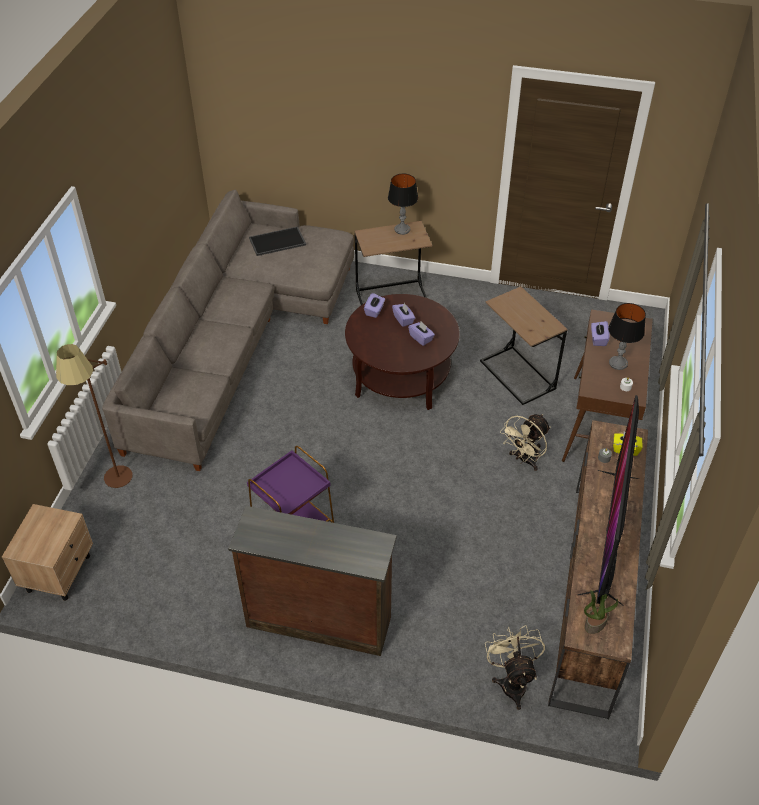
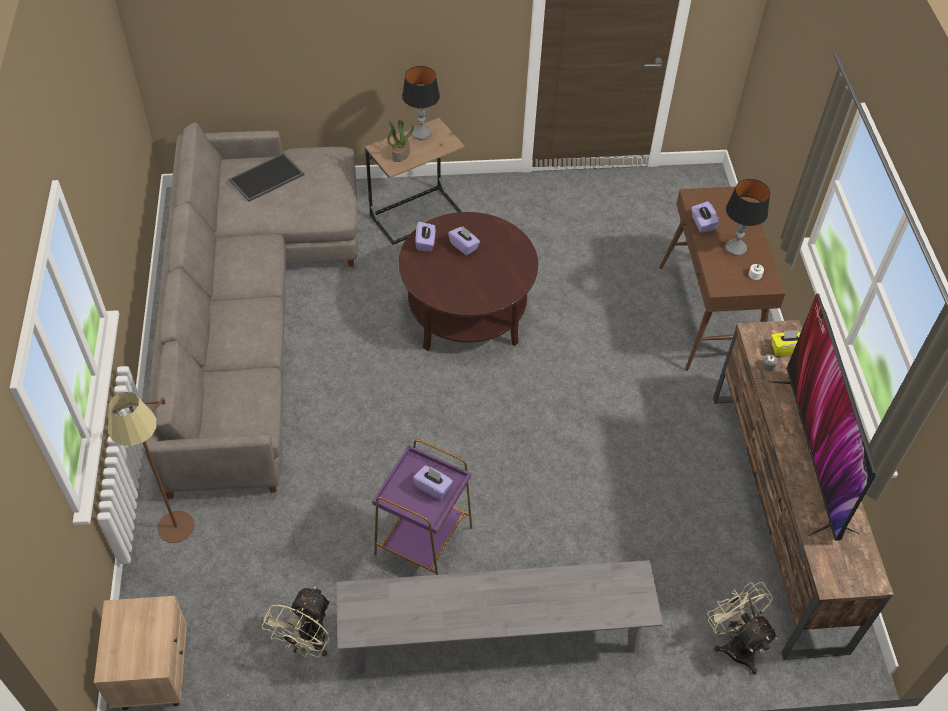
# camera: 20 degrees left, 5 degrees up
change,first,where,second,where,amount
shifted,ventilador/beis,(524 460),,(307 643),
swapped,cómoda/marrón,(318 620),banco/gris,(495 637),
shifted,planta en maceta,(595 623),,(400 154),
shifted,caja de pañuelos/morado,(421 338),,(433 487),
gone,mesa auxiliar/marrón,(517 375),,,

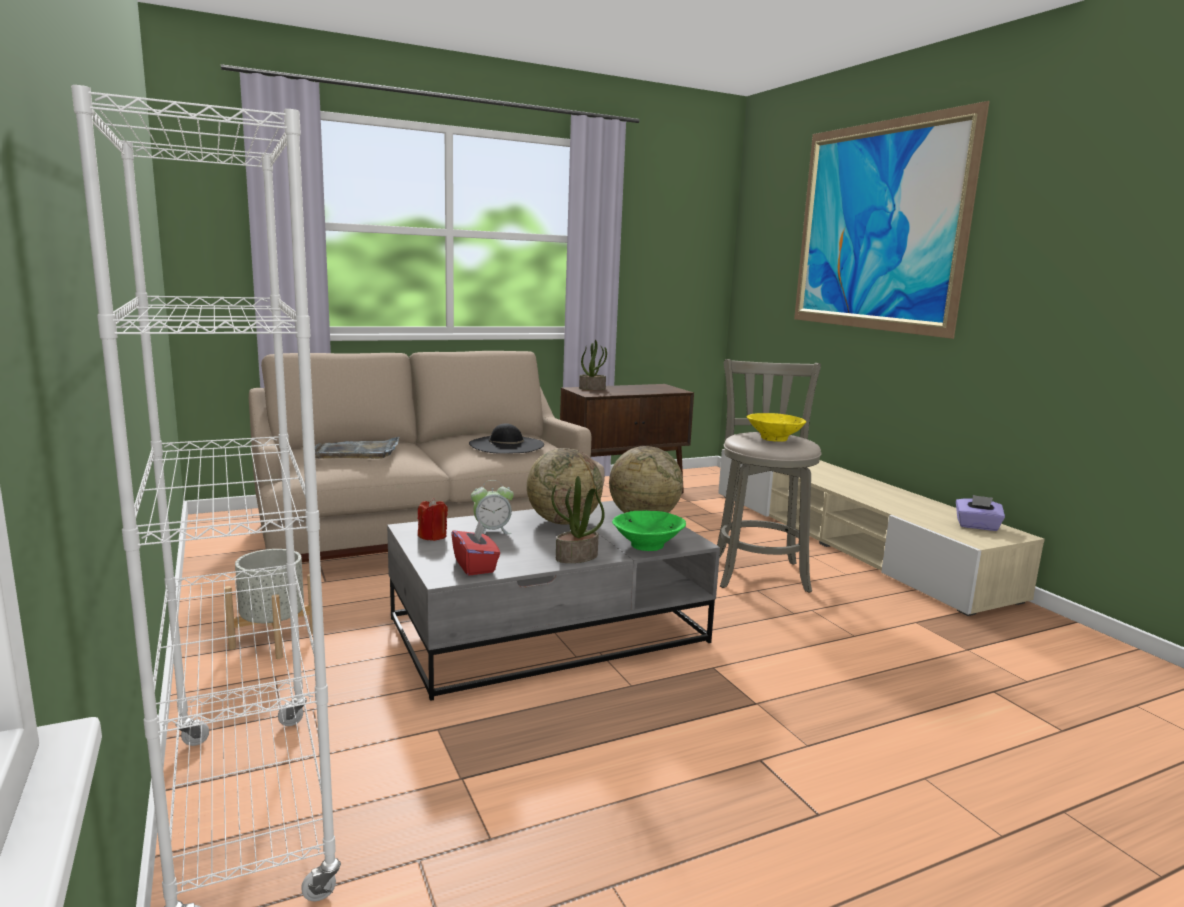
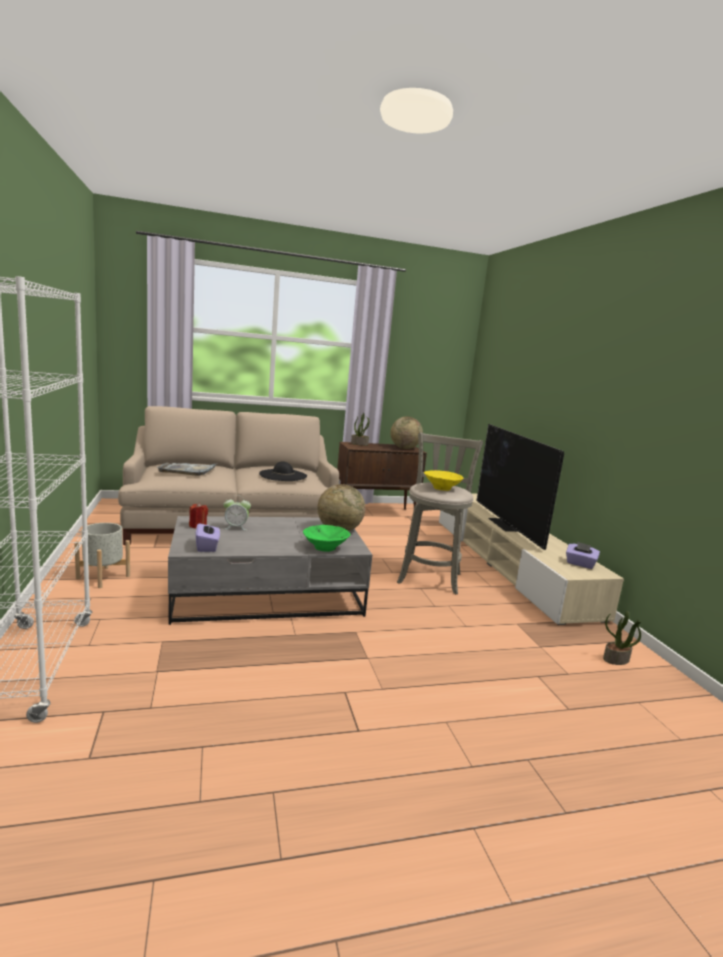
# camera: 10 degrees right, 0 degrees up
change,first,where,second,where,amount
repainted,caja de pañuelos/rojo,(475 566),caja de pañuelos/morado,(207 546),
shifted,globo terráqueo,(563 521),,(404 448),
new,,,televisor,(506 524),
shifted,planta en maceta,(576 557),,(616 659),
gone,cuadro,(877 227),,,

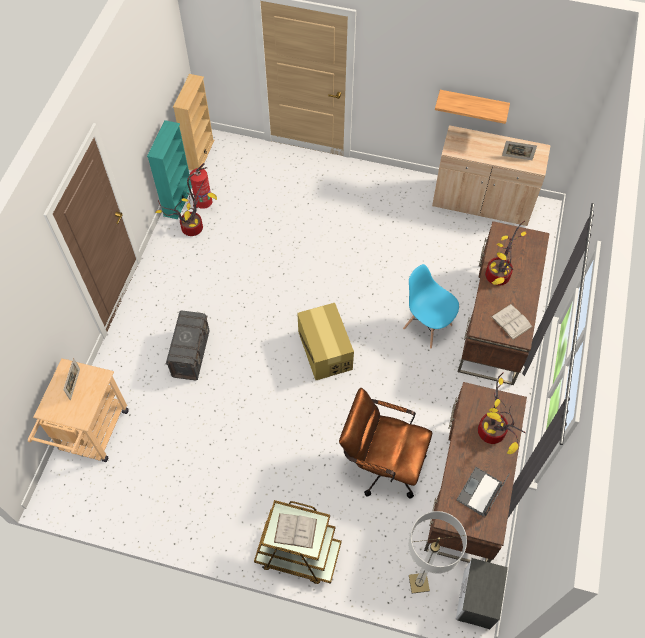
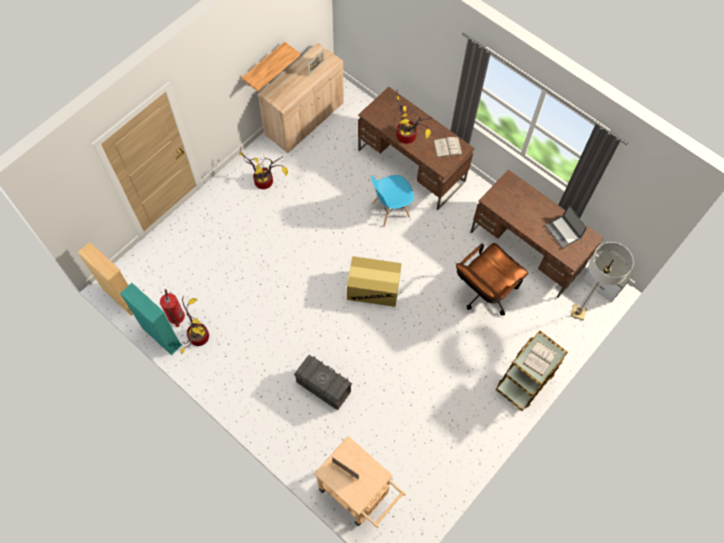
# camera: 65 degrees left, 5 degrees up
change,first,where,second,where,amount
shifted,planta en maceta,(493 433),,(265 181),

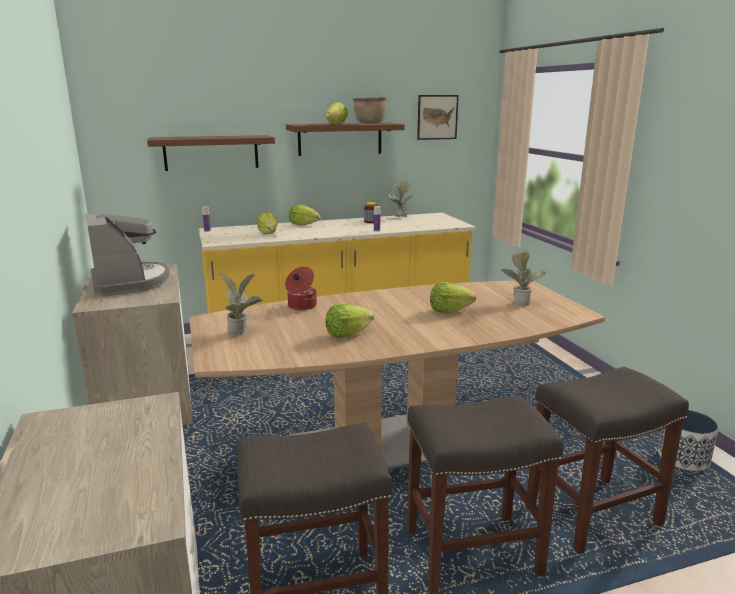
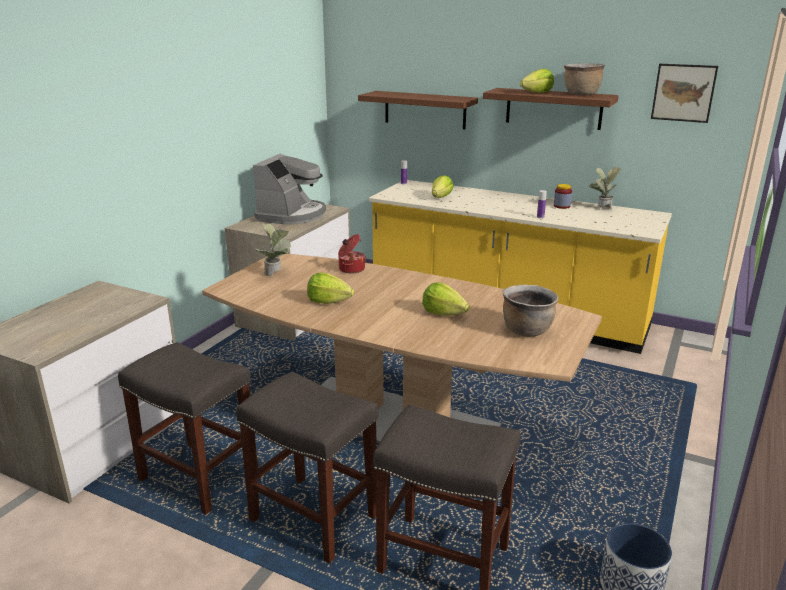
# camera: 45 degrees right, 5 degrees up
change,first,where,second,where,amount
swapped,planta en maceta,(520 302),olla/marrón,(526 330),
gone,lechuga,(303 224),,,

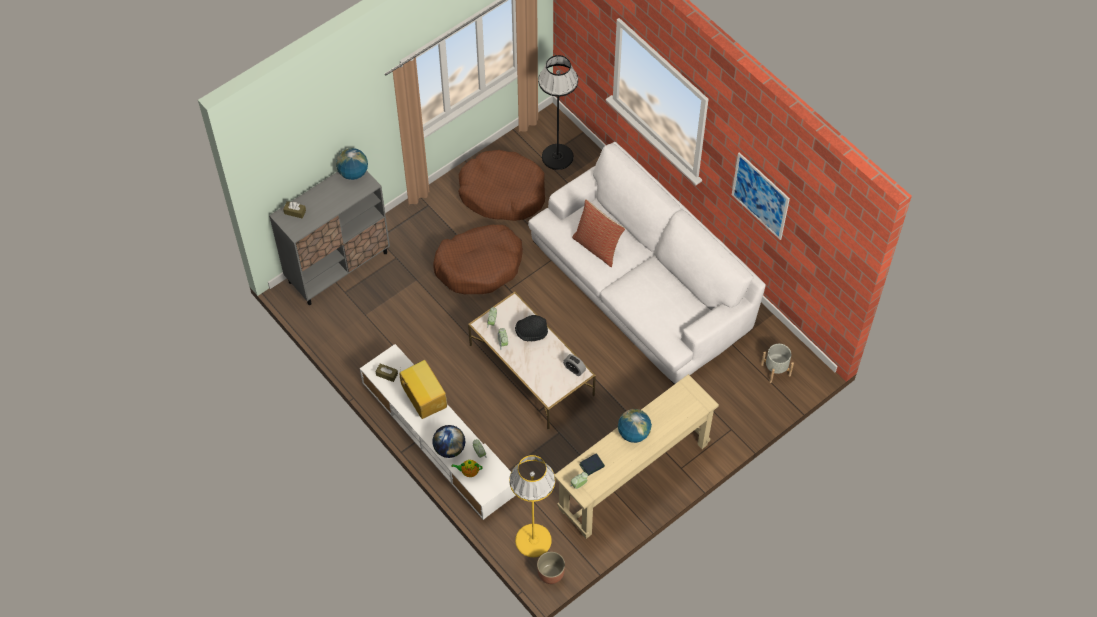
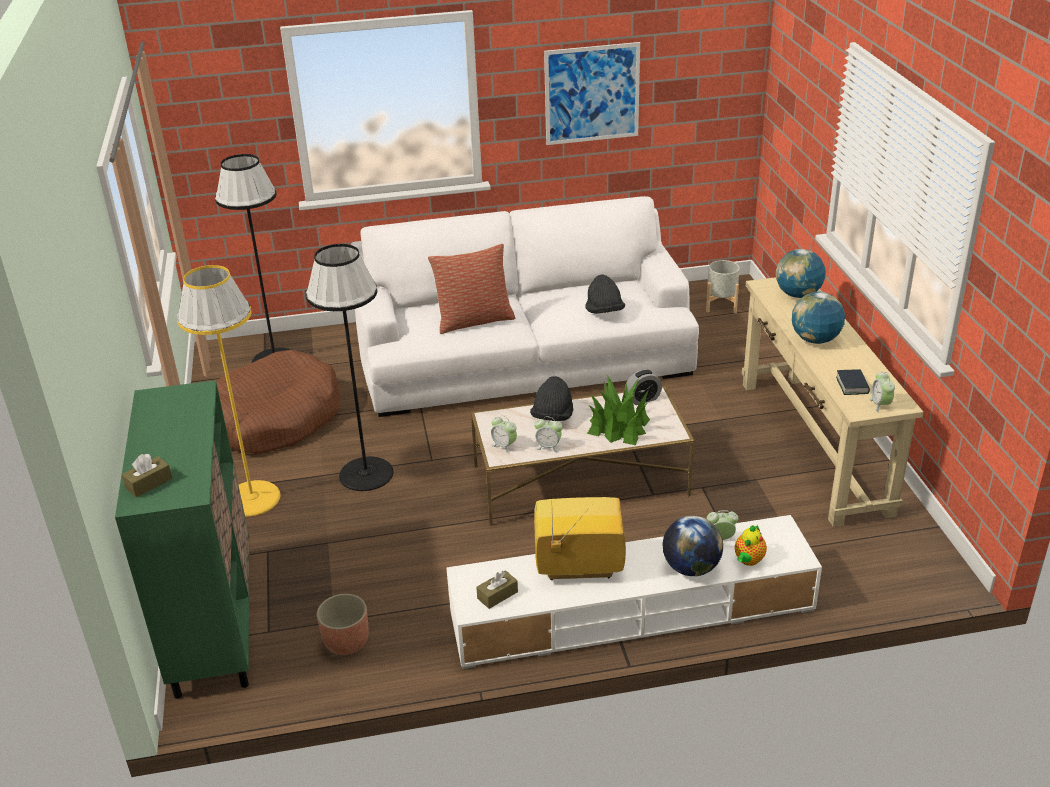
# camera: 60 degrees left, 25 degrees down
change,first,where,second,where,amount
repainted,armario/gris,(338 267),armario/verde,(214 623),
shifted,lámpara de pie/amarillo,(533 540),,(252 498),
swapped,cama para perro/marrón,(479 265),lámpara de pie/negro,(366 474),
shifted,maceta,(551 573),,(346 641),
new,,,sombrero/negro,(604 312),
new,,,planta en maceta,(618 426),
shifted,globo terráqueo,(353 173),,(798 295),

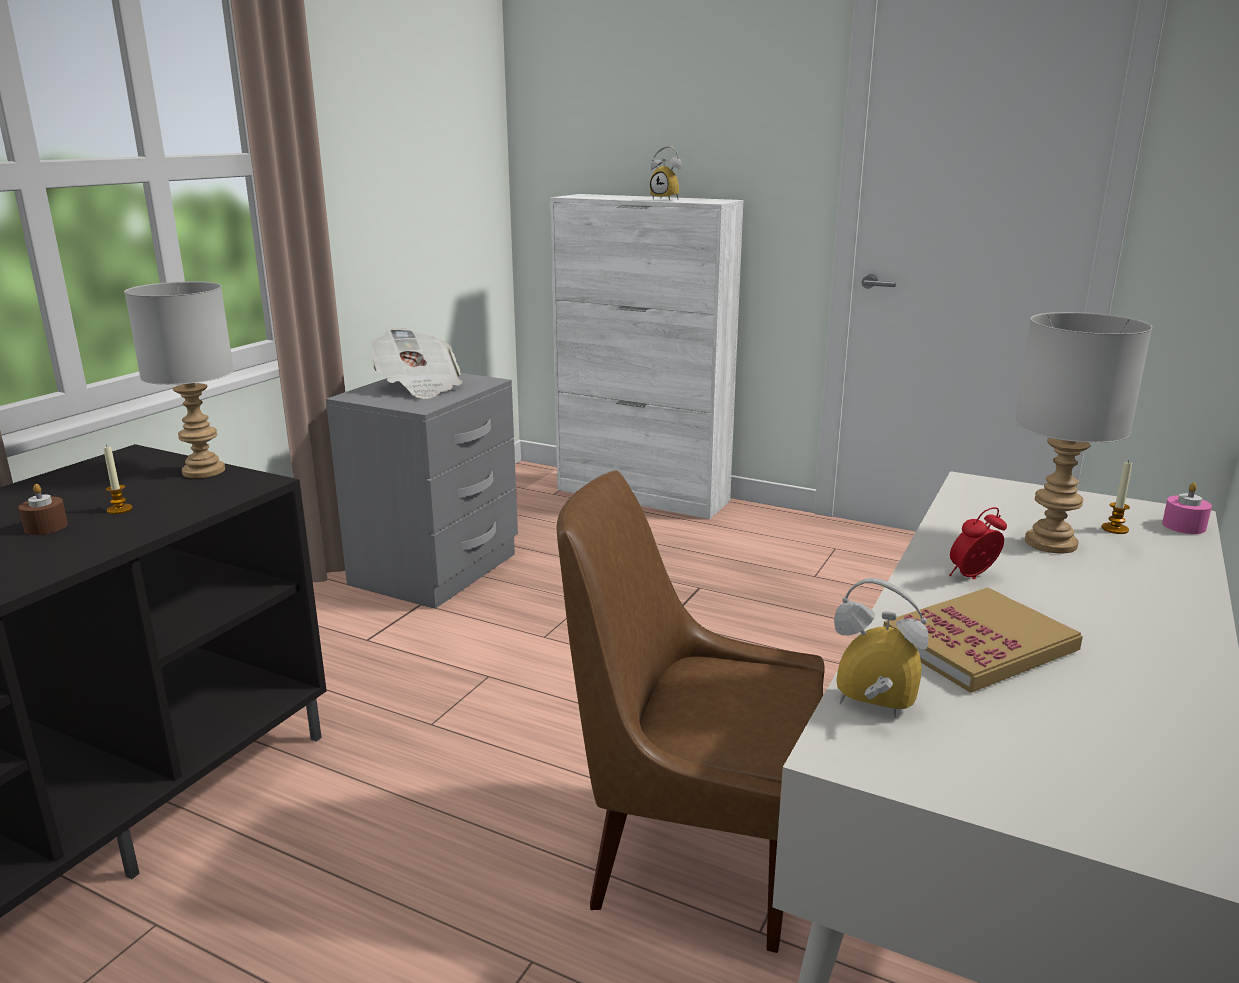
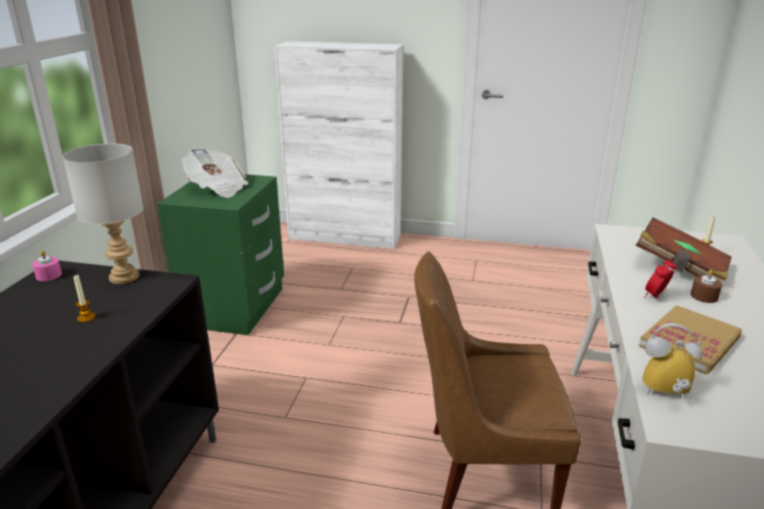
# camera: 15 degrees left, 5 degrees up
change,first,where,second,where,amount
shifted,vela/rosa,(1183 526),,(49 275),
repainted,mesita de noche/gris,(436 570),mesita de noche/verde,(235 307),
swapped,lámpara de mesa/gris,(1051 544),libro/marrón,(680 268),
shifted,vela/marrón,(46 527),,(704 296),
gone,despertador,(667 199),,,

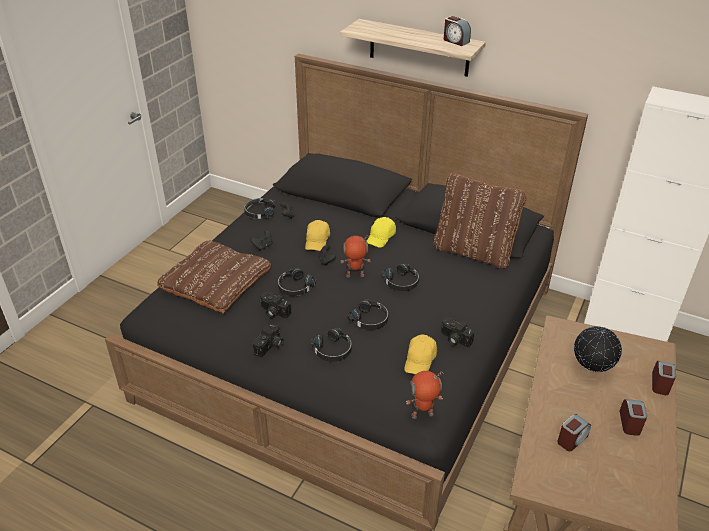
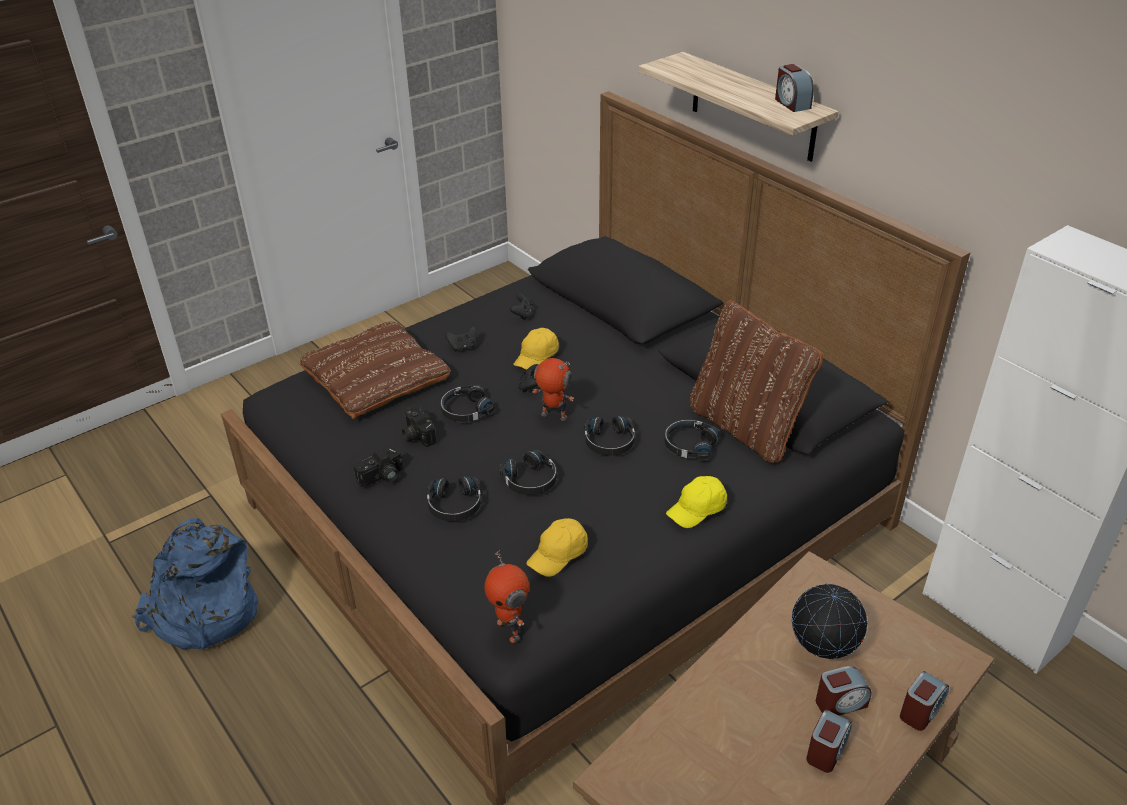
# camera: 25 degrees right, 0 degrees up
change,first,where,second,where,amount
new,,,mochila/azul,(203 612),
rotated,robot de juguete,(422 415),,(510 629),135 degrees counterclockwise
shifted,auriculares/negro,(259 212),,(689 445),
shifted,gorra/amarillo,(381 237),,(697 509),
shifted,despertador,(572 439),,(840 703),
gone,cámara,(454 339),,,

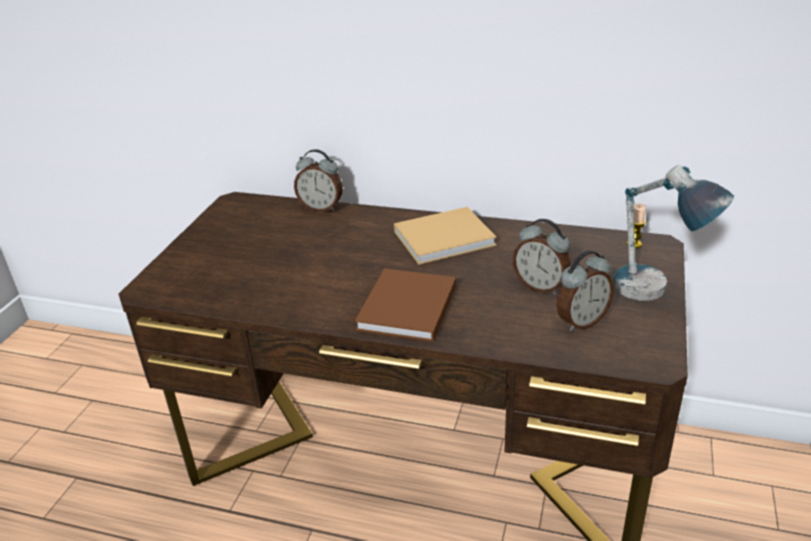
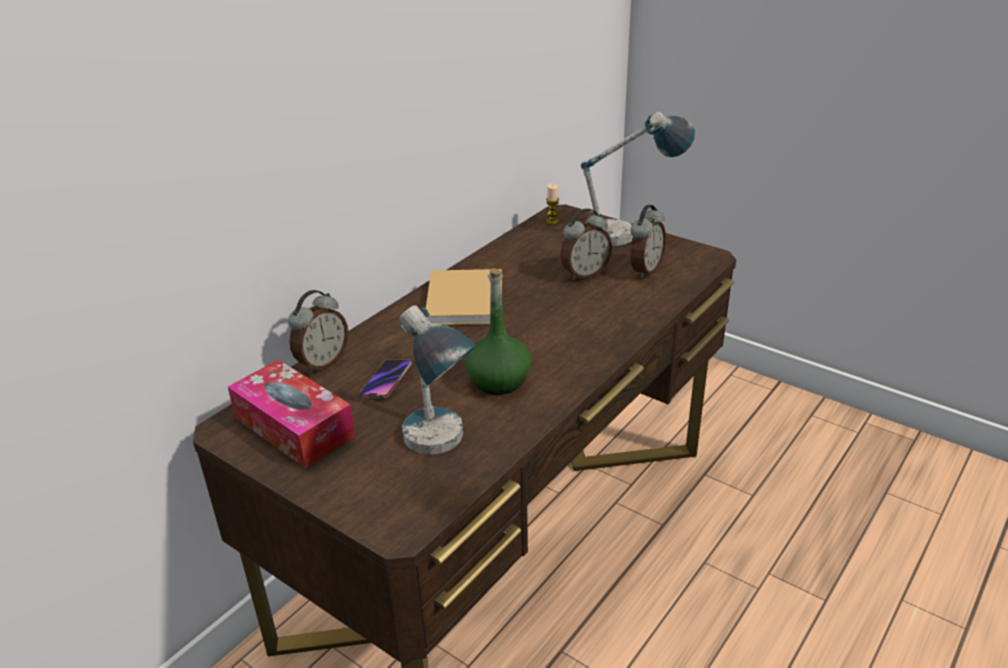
# camera: 70 degrees left, 0 degrees up
change,first,where,second,where,amount
new,,,caja de pañuelos,(294 427),
new,,,móvil,(386 381),
new,,,lámpara de mesa,(440 451),
new,,,botella/verde,(499 380),
rotated,despertador,(581 321),,(645 270),45 degrees clockwise
gone,libro/marrón,(406 309),,,

